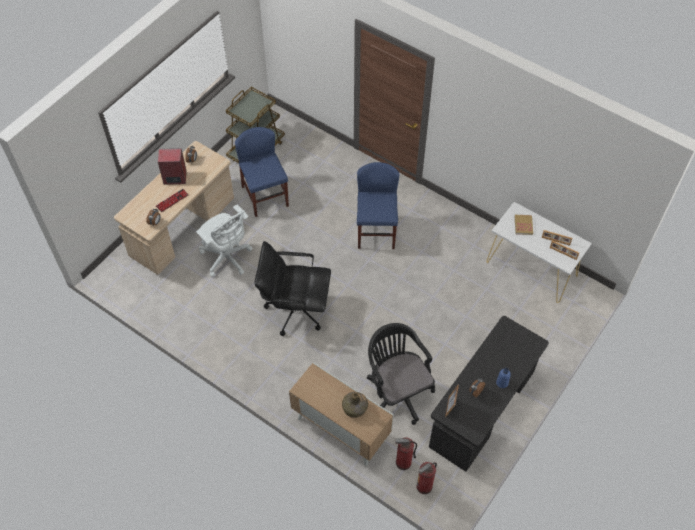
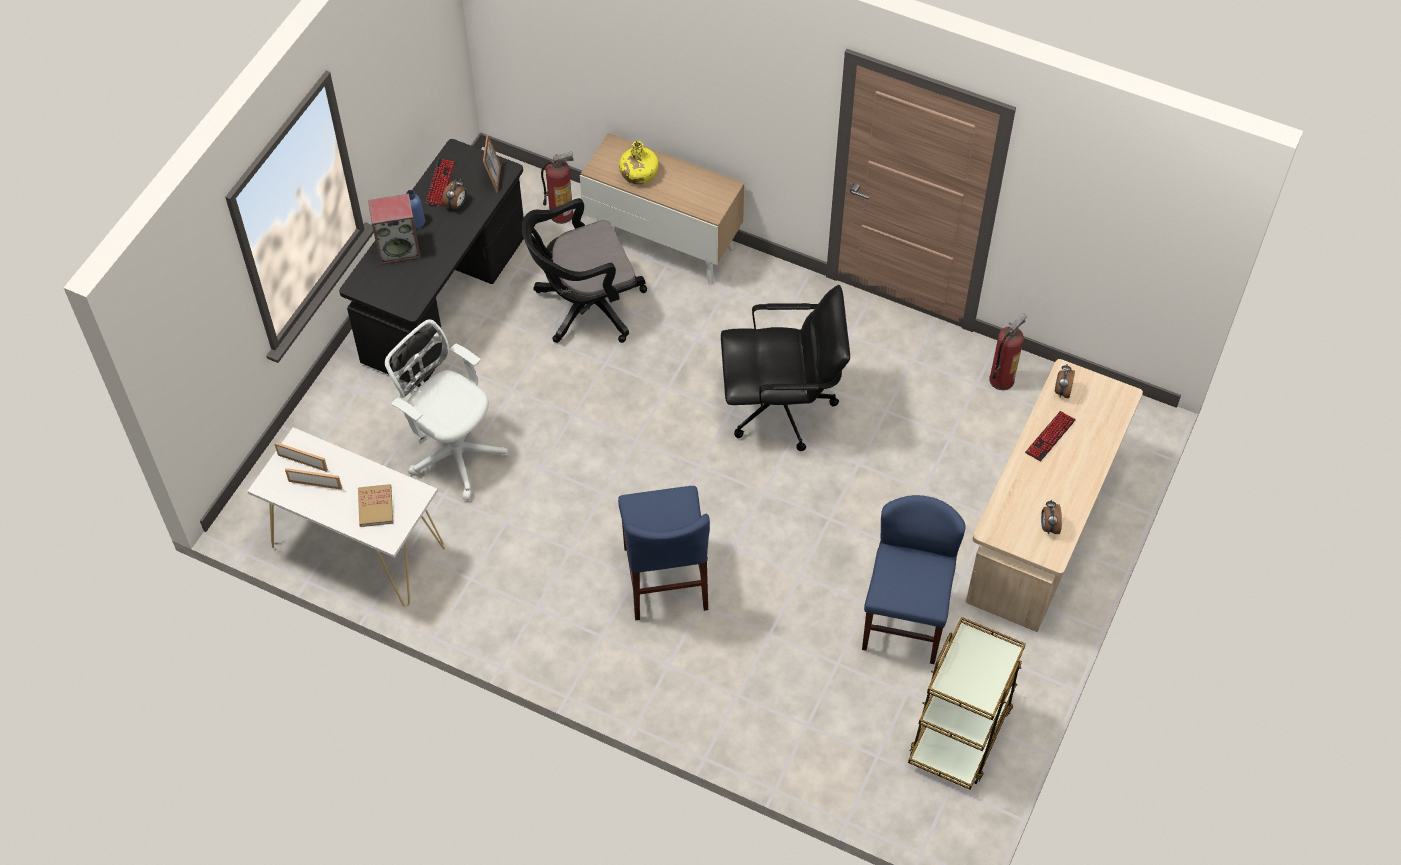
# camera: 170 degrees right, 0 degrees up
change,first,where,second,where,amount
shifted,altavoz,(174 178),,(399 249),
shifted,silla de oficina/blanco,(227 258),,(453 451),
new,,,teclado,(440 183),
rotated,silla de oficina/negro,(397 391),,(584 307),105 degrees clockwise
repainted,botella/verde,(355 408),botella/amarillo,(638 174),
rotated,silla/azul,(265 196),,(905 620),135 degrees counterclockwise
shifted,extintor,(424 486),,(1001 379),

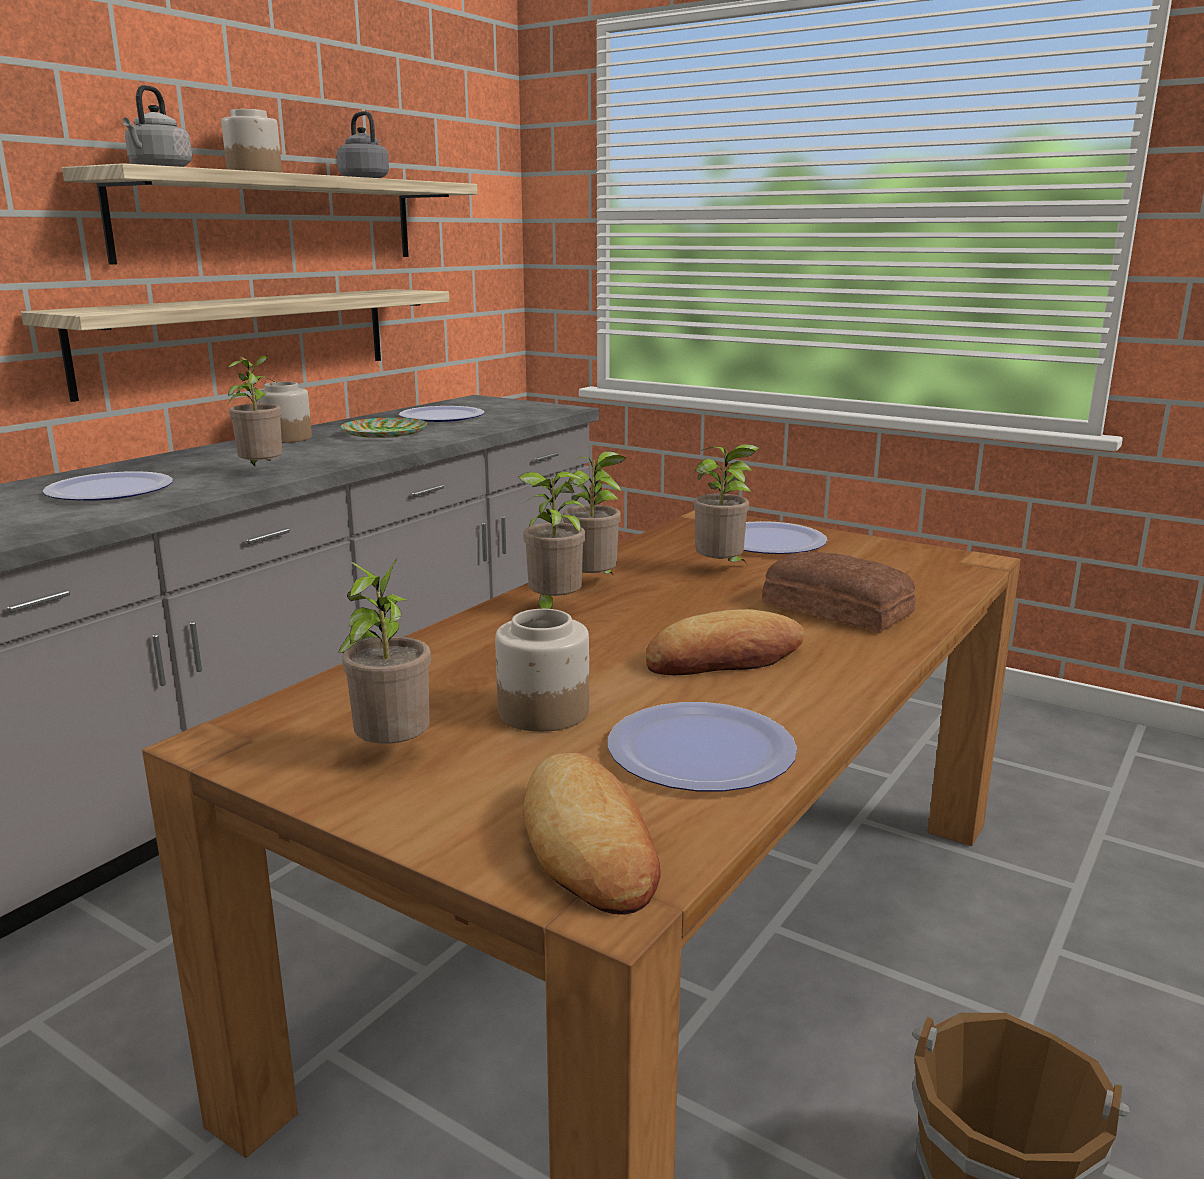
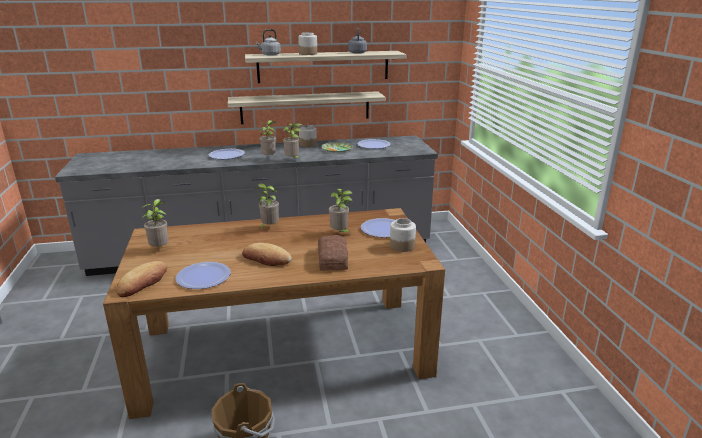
# camera: 45 degrees right, 5 degrees up
change,first,where,second,where,amount
shifted,planta en maceta,(595 584),,(293 160),
shifted,tarro,(542 712),,(401 246),

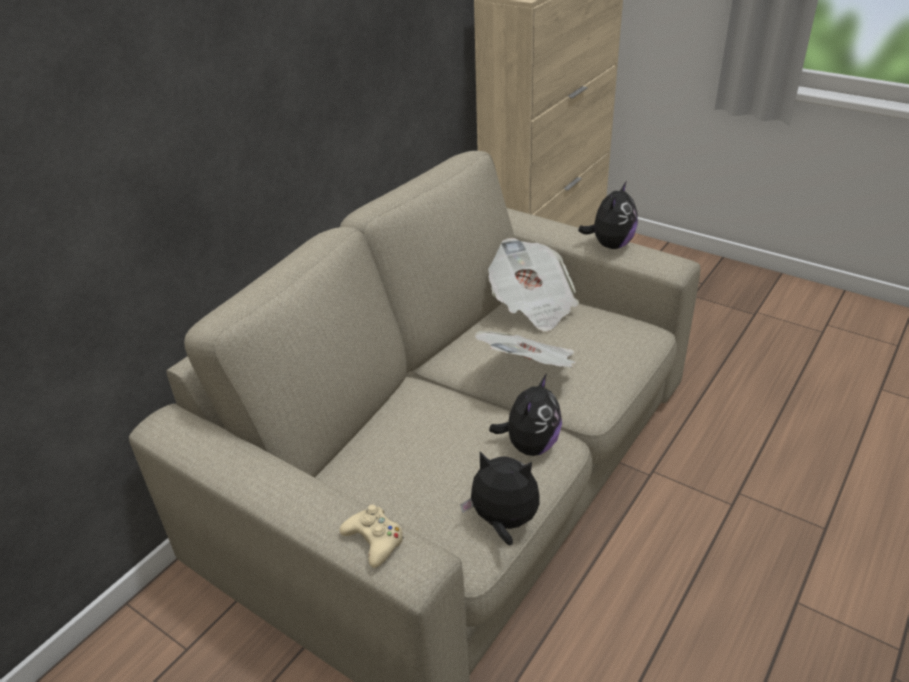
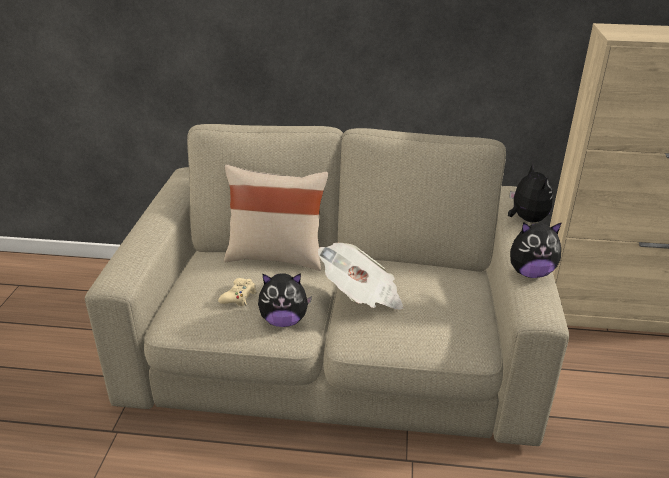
# camera: 60 degrees right, 5 degrees down
change,first,where,second,where,amount
shifted,mando de consola/beis,(374 540),,(239 297),
new,,,cojín/beis,(276 256),
shifted,peluche,(503 522),,(526 219),
gone,periódico,(532 304),,,

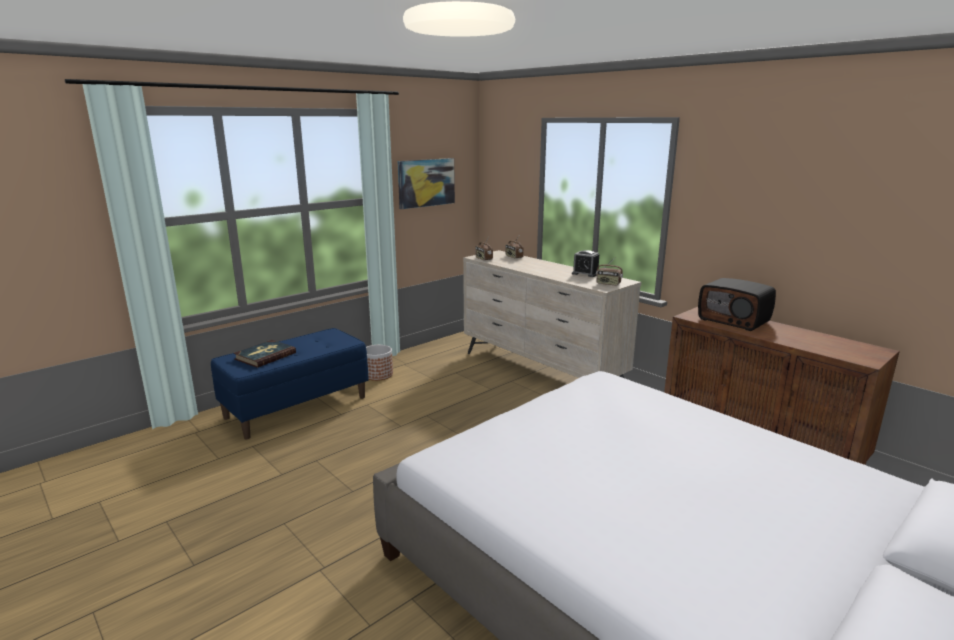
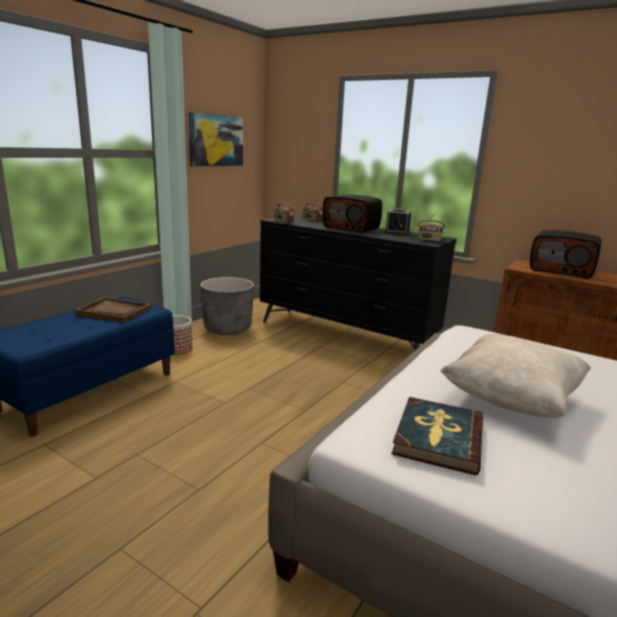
# camera: 15 degrees left, 0 degrees up
change,first,where,second,where,amount
new,,,bandeja/marrón,(114 311),
new,,,maceta/gris,(227 328),
repainted,cómoda/beis,(541 372),cómoda/negro,(345 336),
new,,,radio,(352 228),
shifted,libro,(265 356),,(438 438),
new,,,cojín/beis,(511 400),

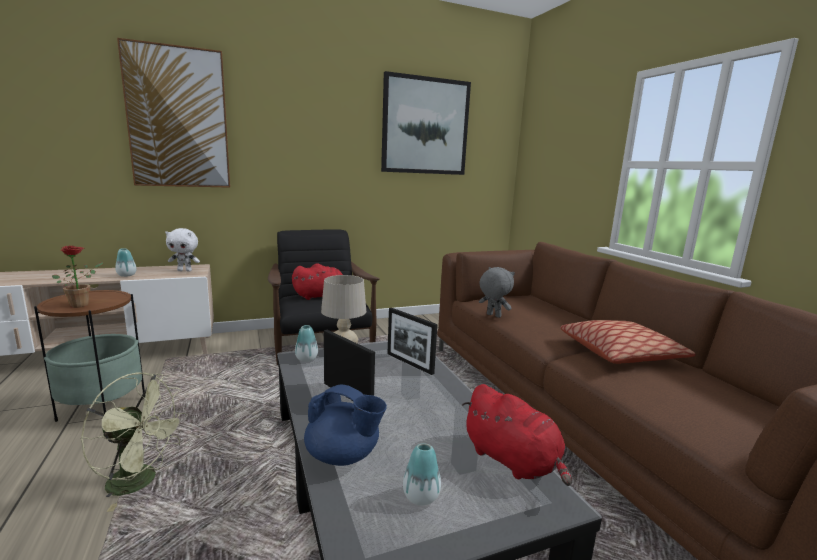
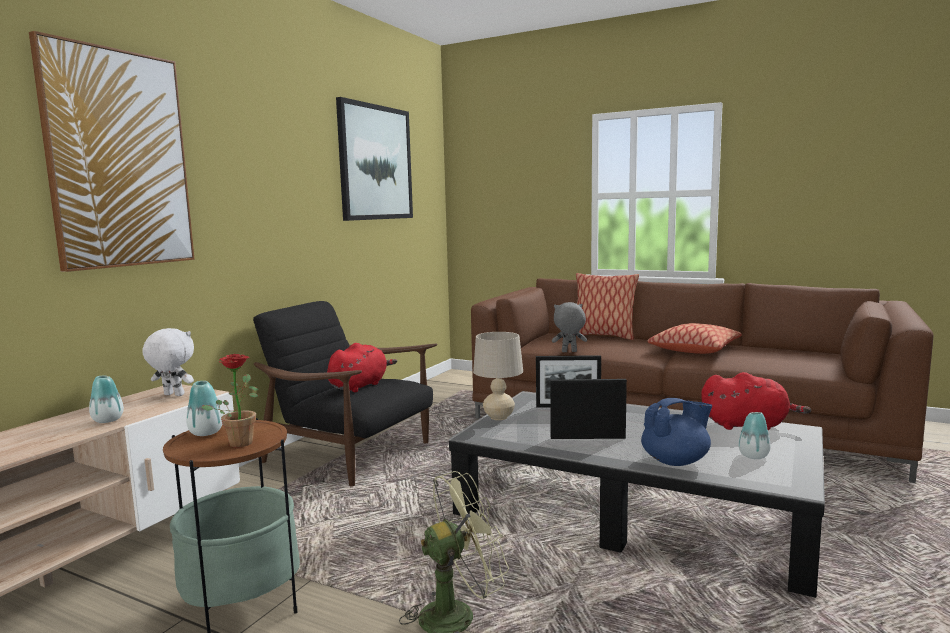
# camera: 40 degrees left, 5 degrees down
change,first,where,second,where,amount
rotated,peluche/blanco,(185 270),,(173 395),120 degrees counterclockwise
shifted,florero,(306 359),,(206 433),
new,,,cojín,(603 336),

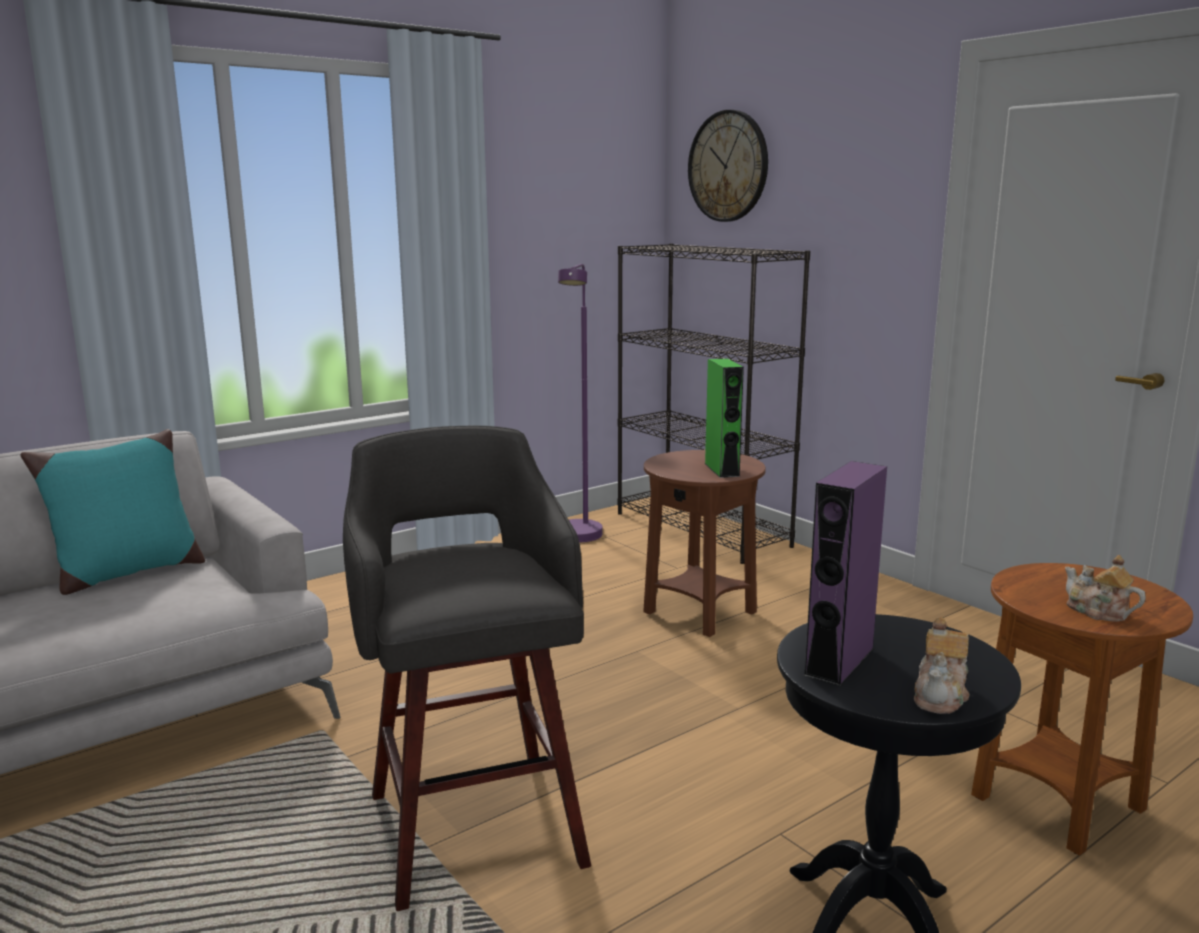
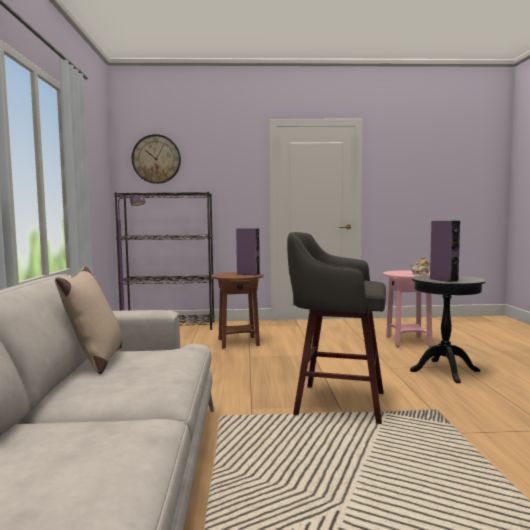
# camera: 55 degrees left, 10 degrees down
change,first,where,second,where,amount
repainted,cojín/turquesa,(127 573),cojín/beis,(95 361),
repainted,altavoz/verde,(722 470),altavoz/morado,(248 274),
repainted,mesa auxiliar/marrón,(1057 804),mesa auxiliar/rosa,(408 342),
gone,tetera,(940 696),,,

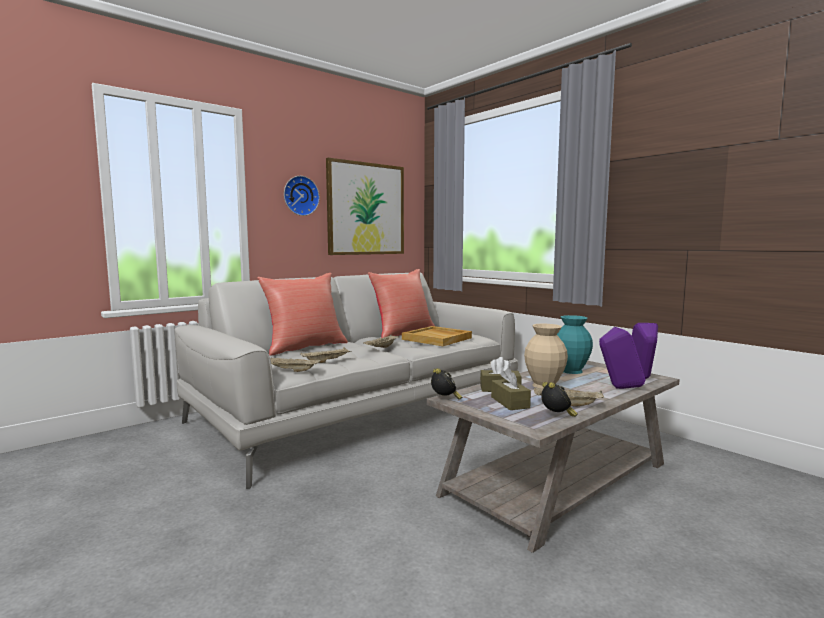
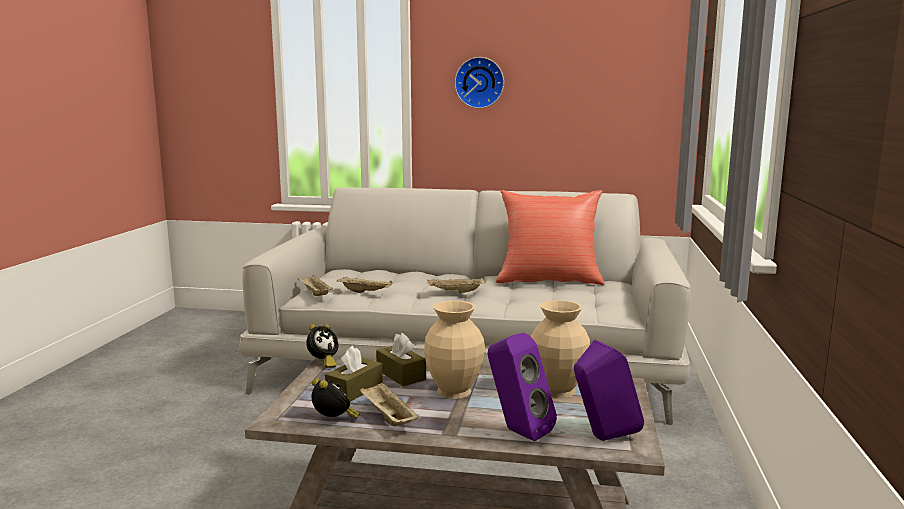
# camera: 50 degrees right, 5 degrees up
change,first,where,second,where,amount
rotated,despertador,(557 416),,(334 421),75 degrees counterclockwise
repainted,florero/turquesa,(571 371),florero/beis,(556 390),
gone,cojín/rojo,(304 347),,,
gone,cuadro,(366 209),,,
gone,bandeja/beis,(437 338),,,

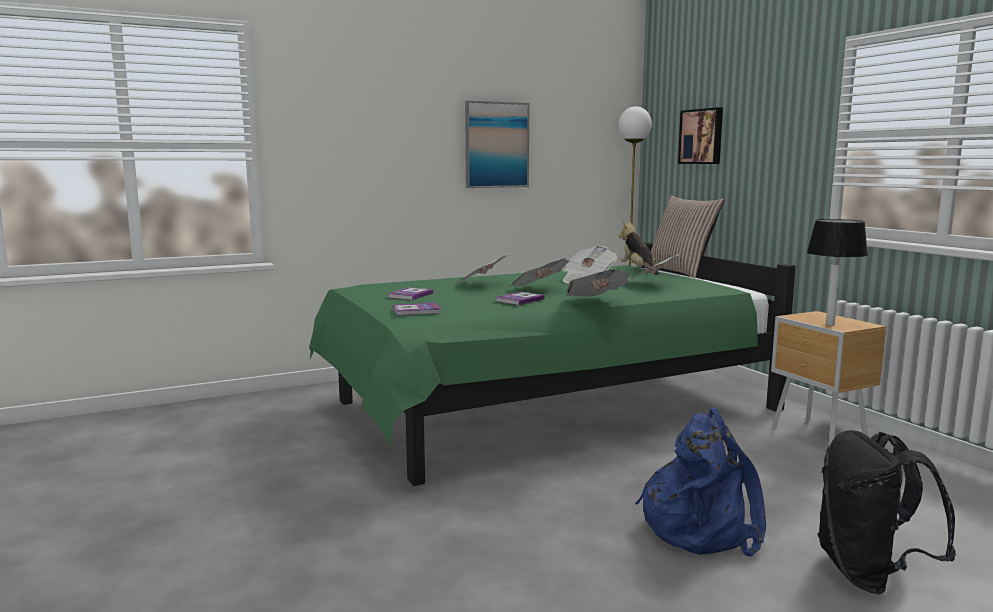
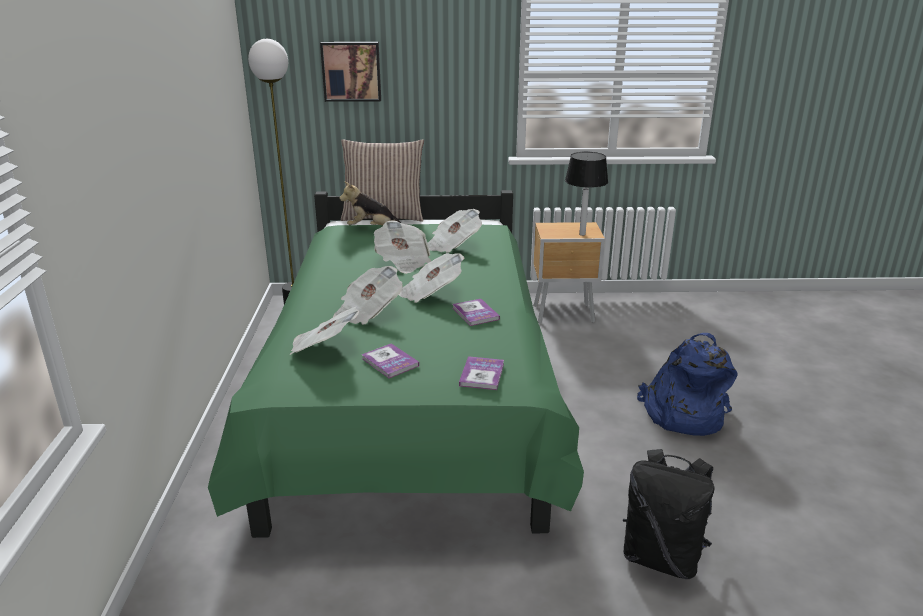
# camera: 65 degrees left, 15 degrees up
change,first,where,second,where,amount
shifted,periódico,(596 302),,(324 348),
shifted,mochila/negro,(869 575),,(661 557),
gone,cuadro,(496 145),,,

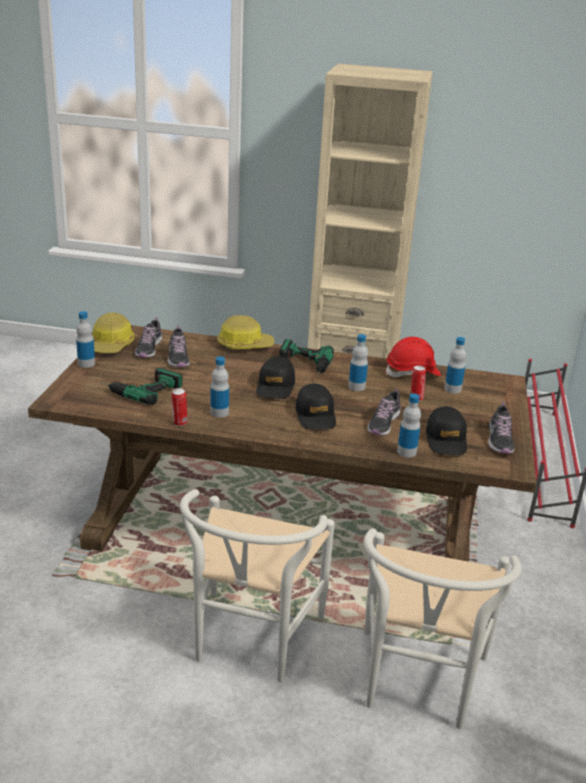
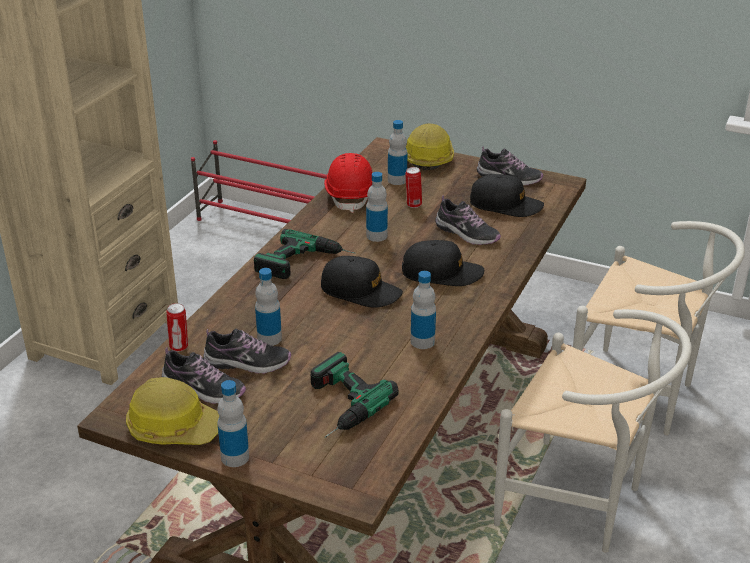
# camera: 75 degrees left, 5 degrees up
change,first,where,second,where,amount
shifted,lata,(179 423),,(179 347),
shifted,botella,(406 452),,(269 338),
shifted,casco,(244 345),,(428 157),

